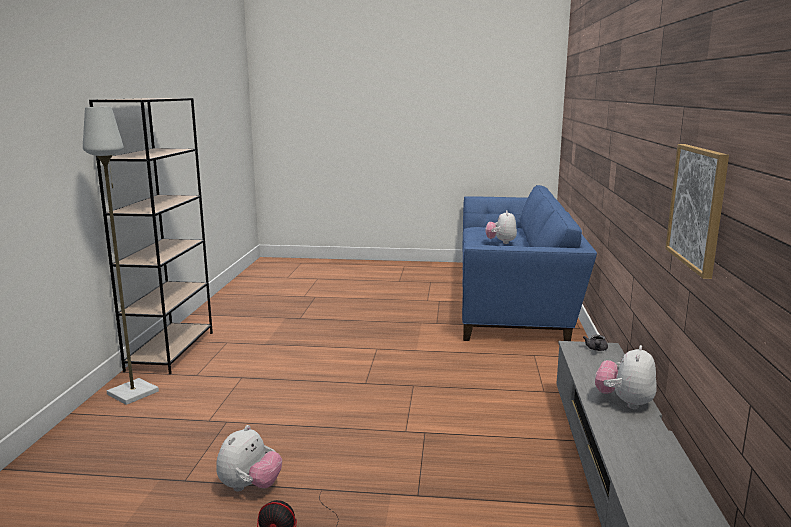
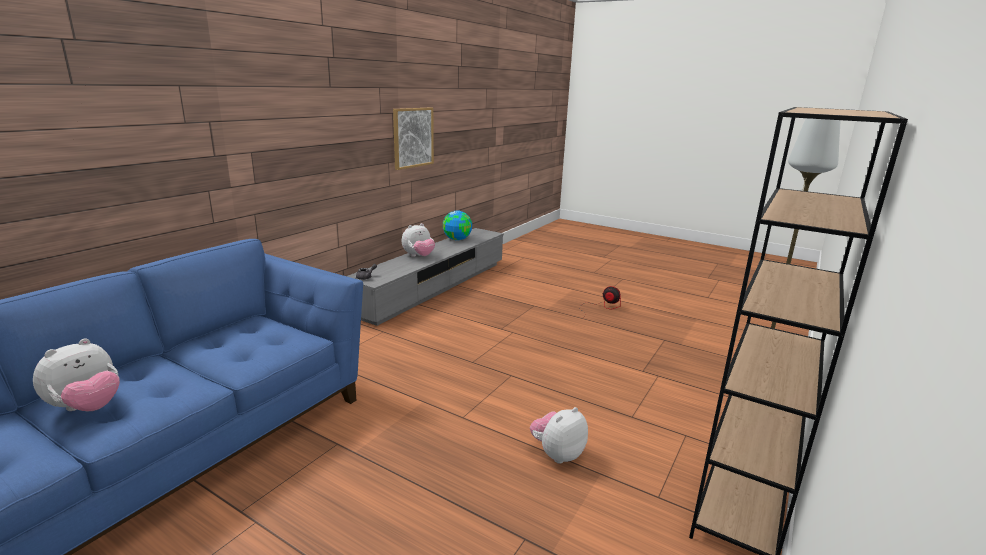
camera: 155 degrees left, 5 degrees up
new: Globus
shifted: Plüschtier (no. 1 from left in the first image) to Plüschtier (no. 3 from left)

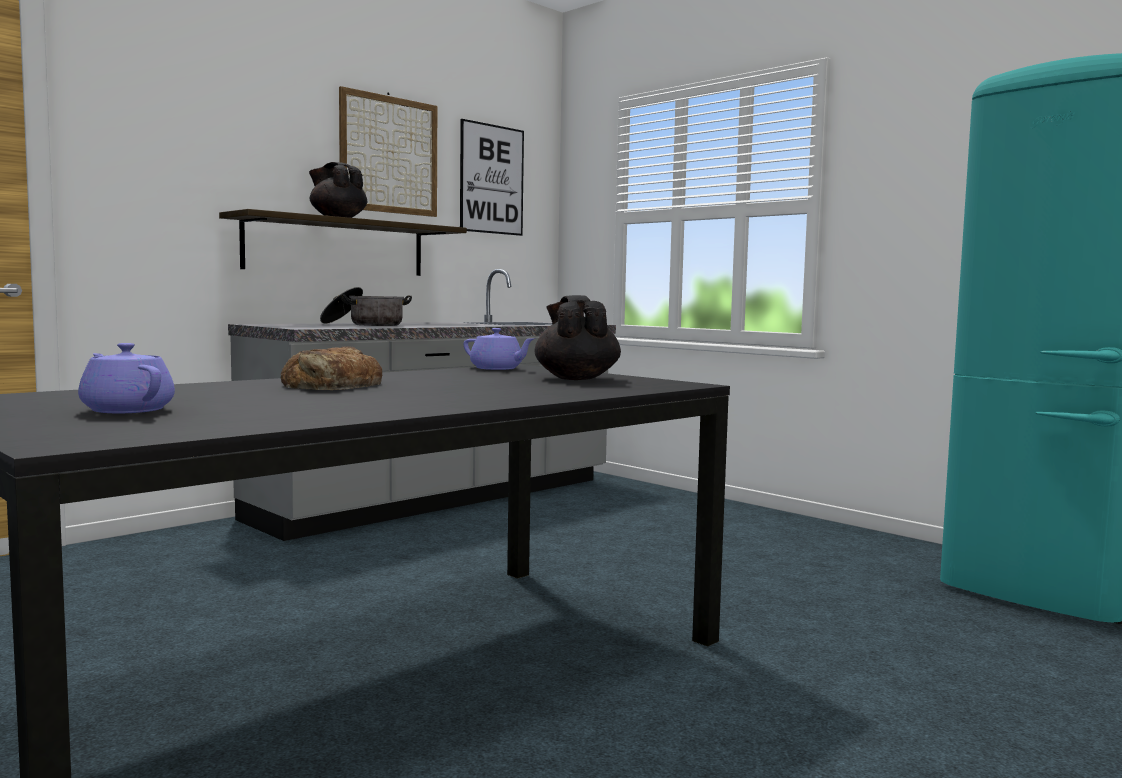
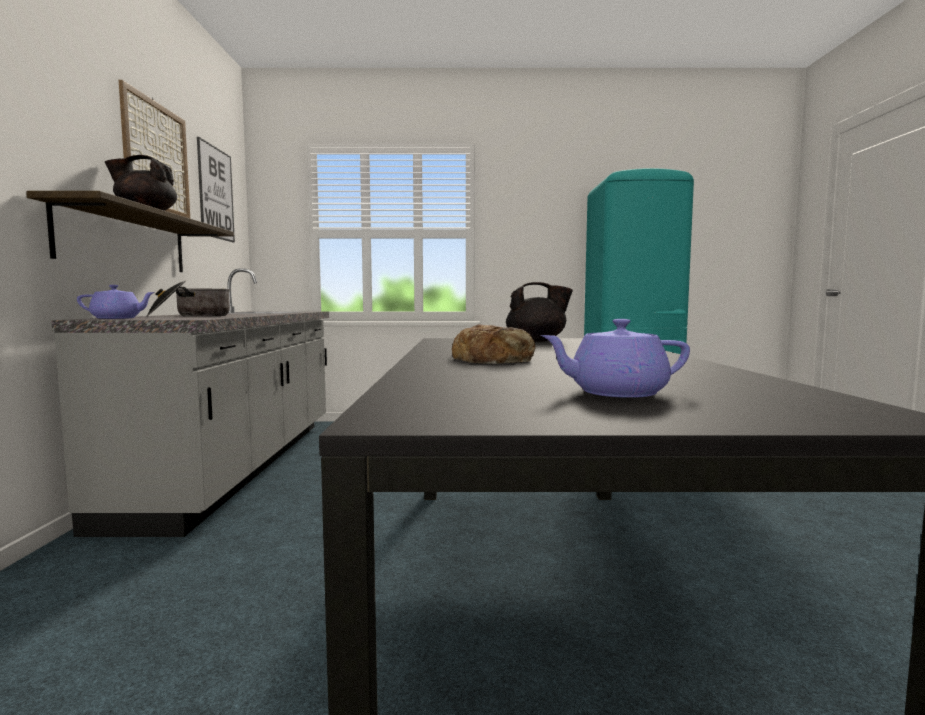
camera: 45 degrees left, 0 degrees up
shifted: Teekanne [lila] (no. 2 from left in the first image) to Teekanne [lila] (no. 1 from left)
rotated: Teekanne [schwarz] (no. 2 from left) 150 degrees clockwise

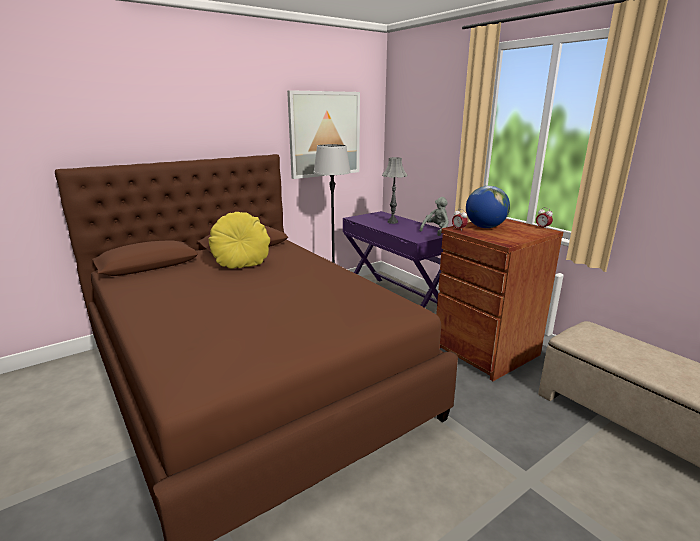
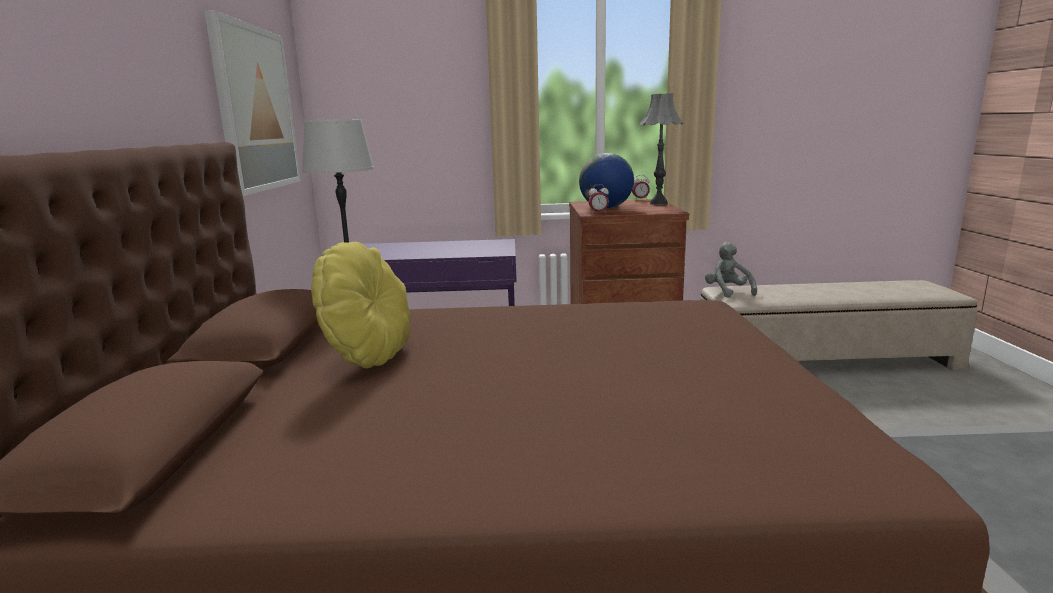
camera: 55 degrees left, 5 degrees down
shifted: Tischlampe [grau]; Plüschtier [grau]

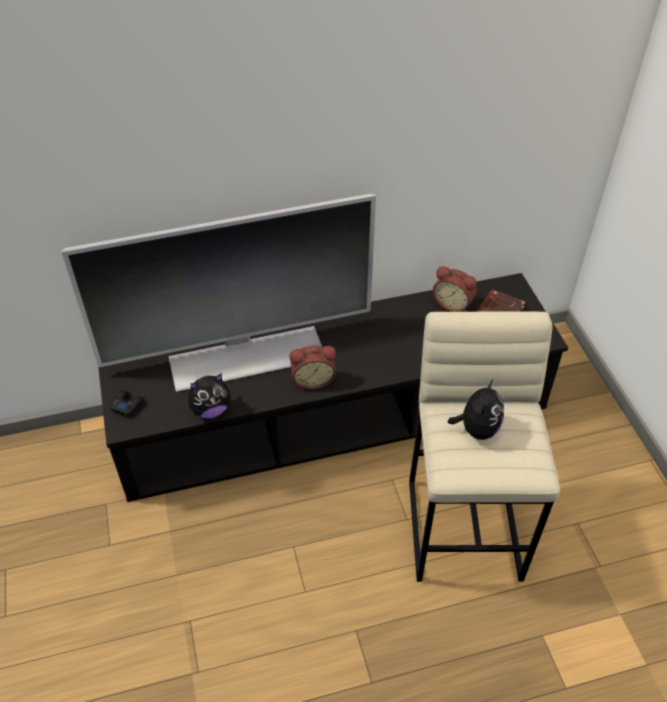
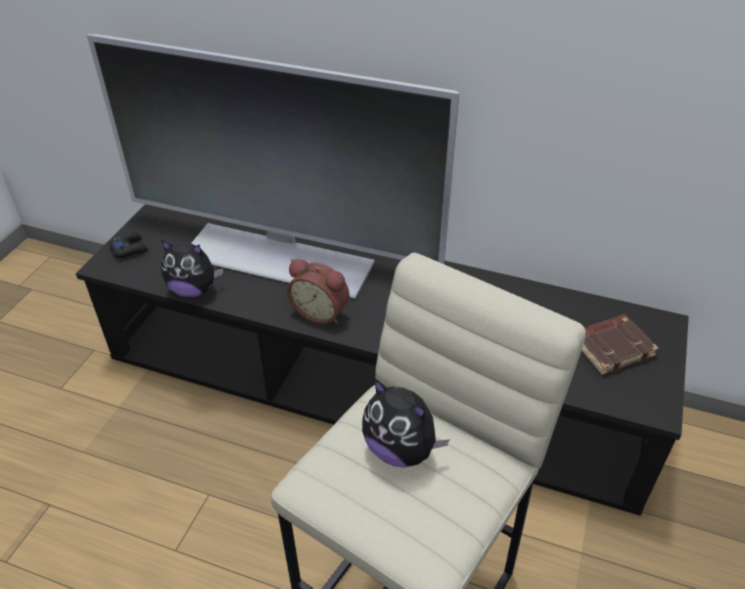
camera: 35 degrees right, 5 degrees down
gone: Wecker (no. 2 from left)
rotated: Plüschtier (no. 2 from left) 75 degrees clockwise

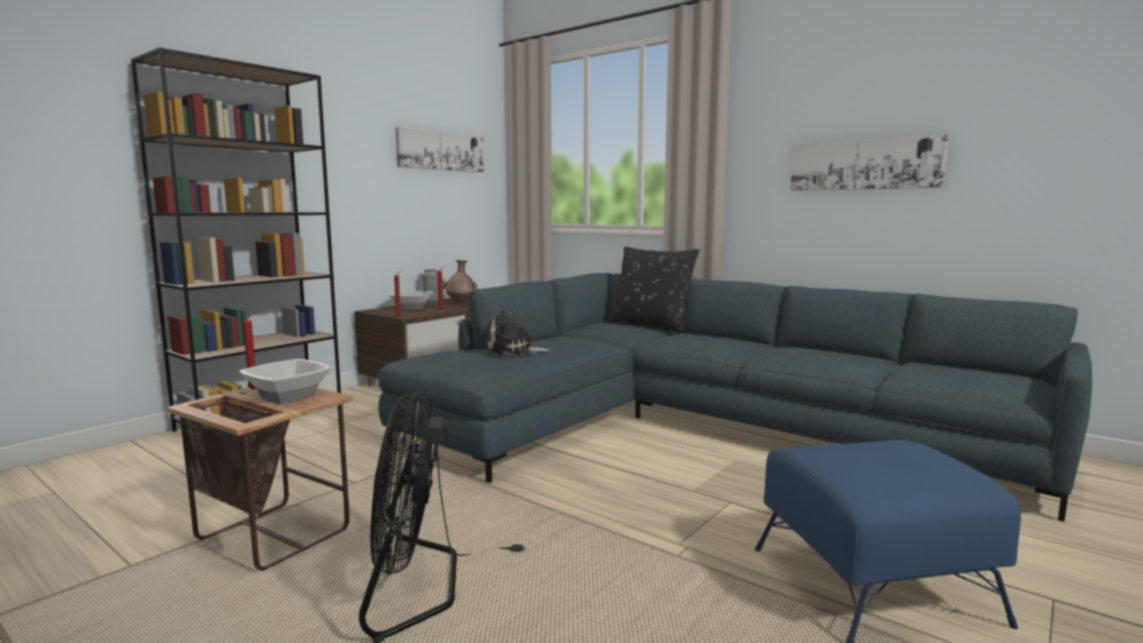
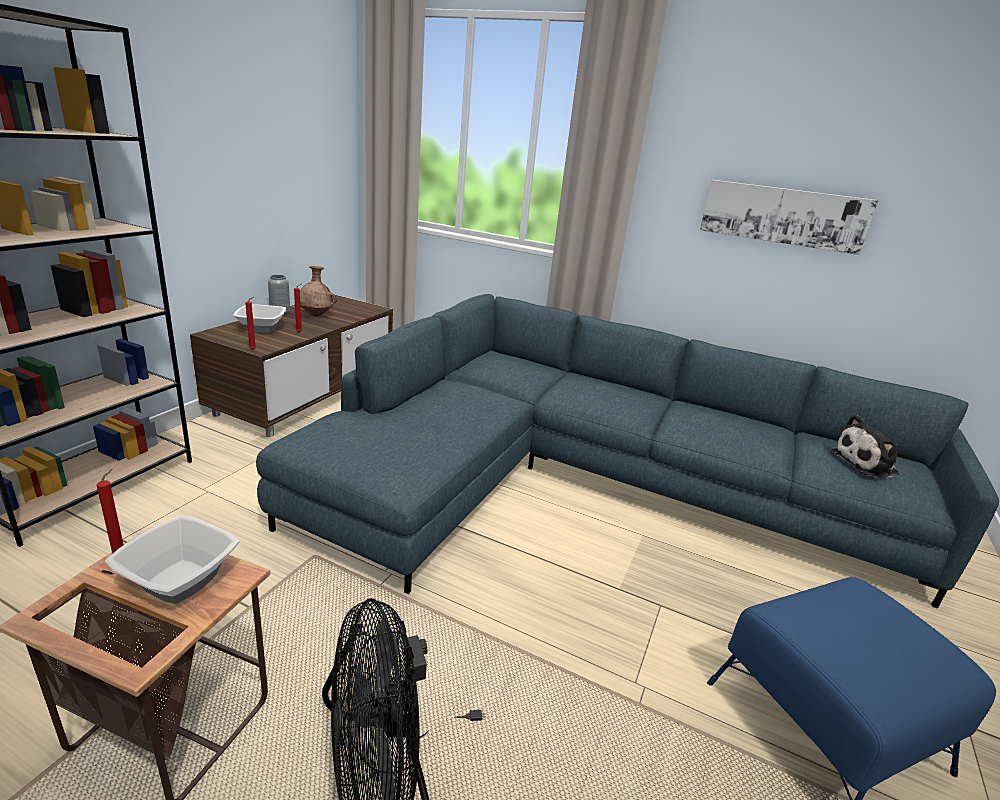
camera: 15 degrees left, 15 degrees up
gone: Bild (no. 1 from left); Kissen [schwarz]
shifted: Plüschtier

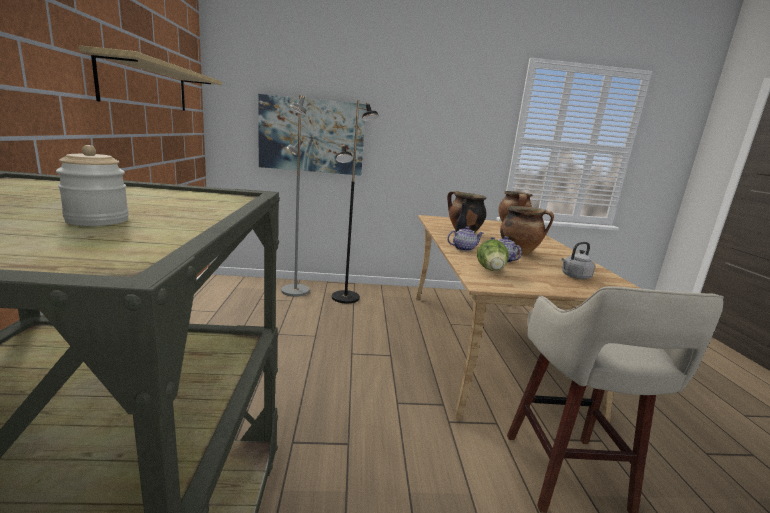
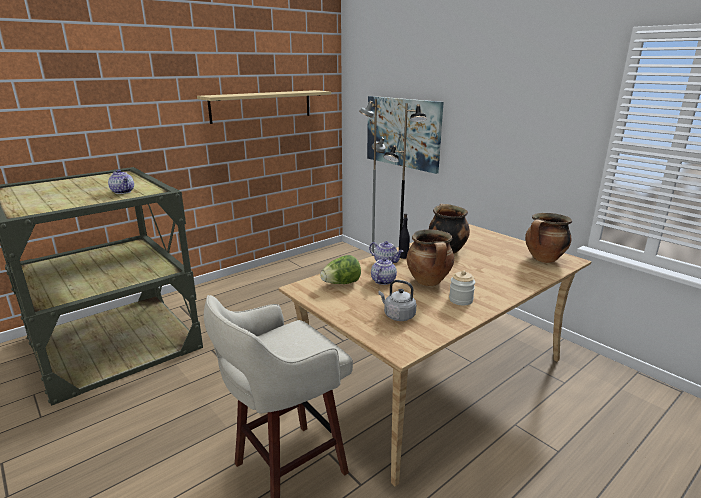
camera: 55 degrees right, 5 degrees up
new: Teekanne (no. 1 from left)
shifted: Vorratsglas

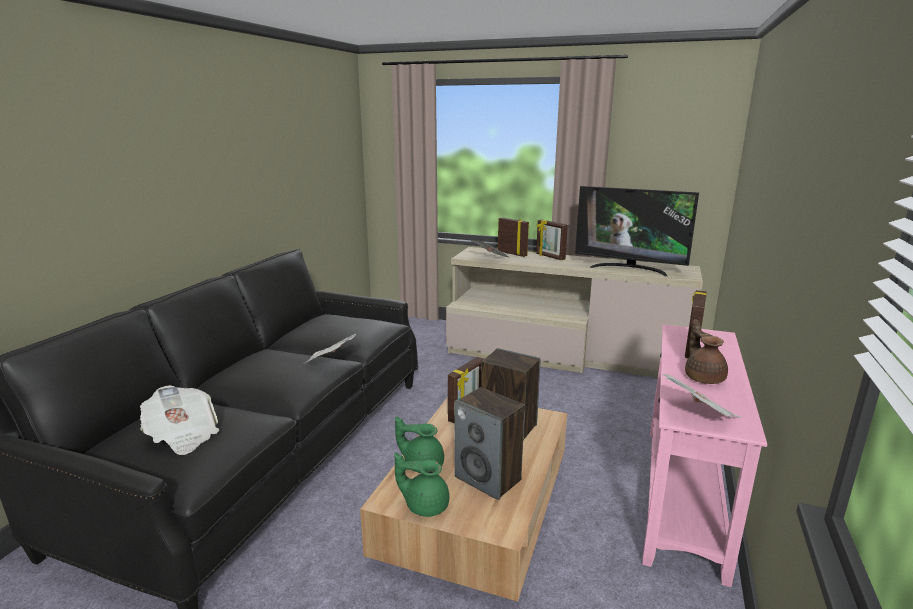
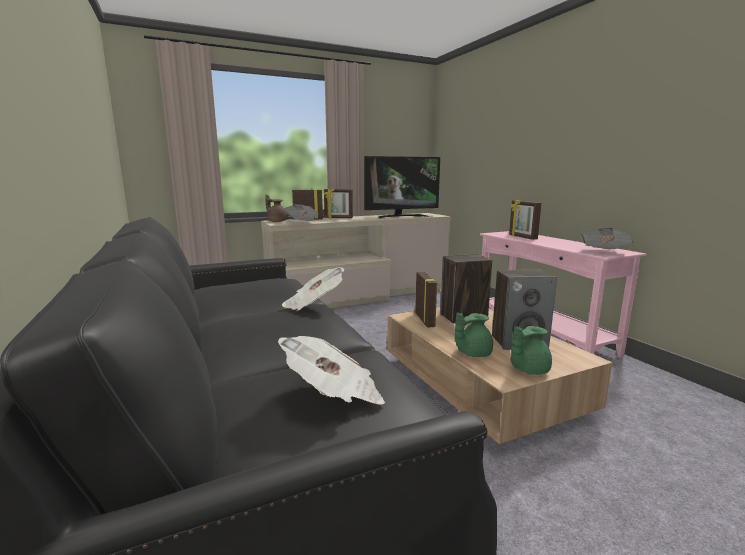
camera: 45 degrees left, 5 degrees down
shifted: Teekanne [braun]

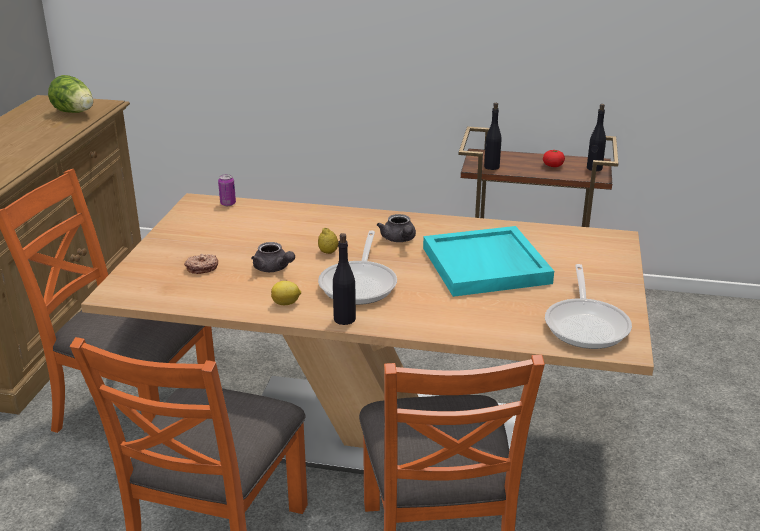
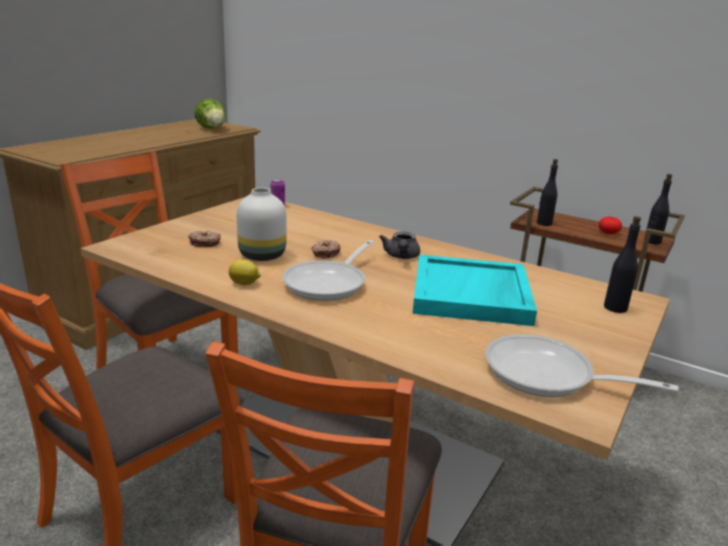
camera: 20 degrees right, 5 degrees down
shifted: Flasche [schwarz] (no. 1 from left in the first image) to Flasche [schwarz] (no. 2 from left)
swapped: Teekanne [grau] (no. 1 from left) to Vase [weiß]; Zitrone (no. 2 from left) to Donut (no. 2 from left)
rotated: Pfanne (no. 2 from left) 90 degrees clockwise

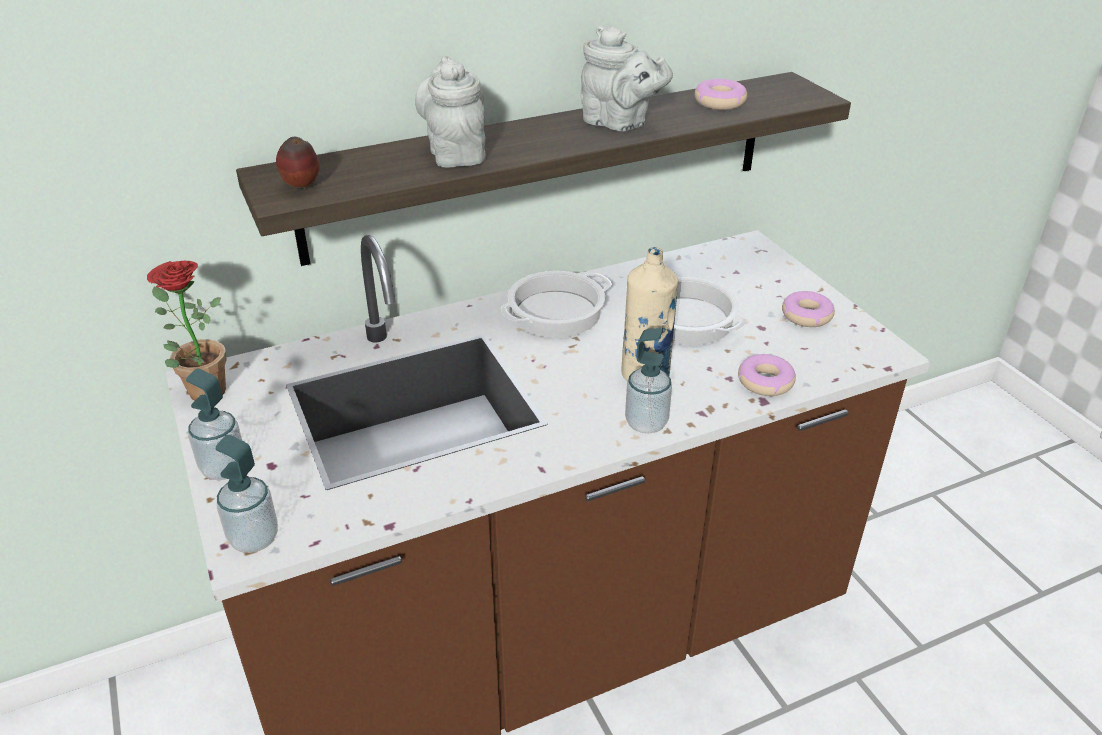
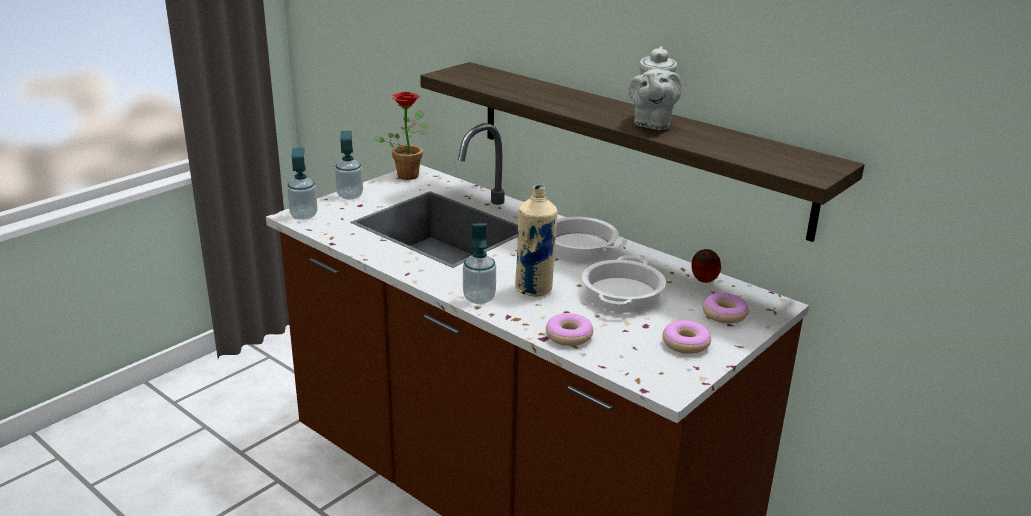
camera: 65 degrees right, 10 degrees down
gone: Teekanne [grau] (no. 1 from left)
shifted: Apfel; Donut (no. 1 from left in the first image) to Donut (no. 3 from left)

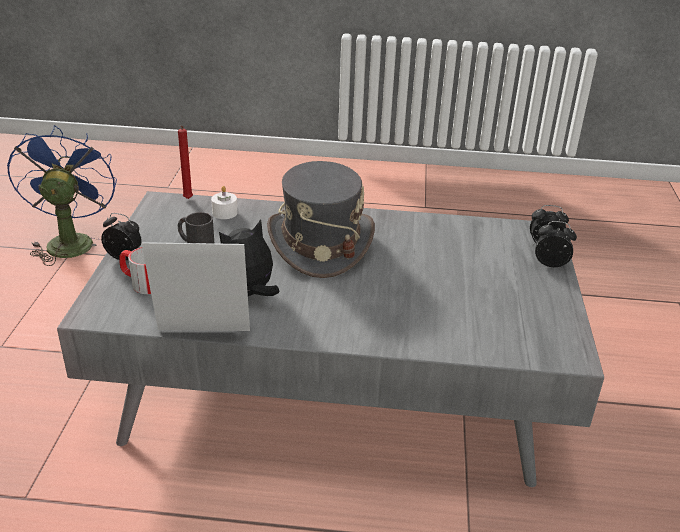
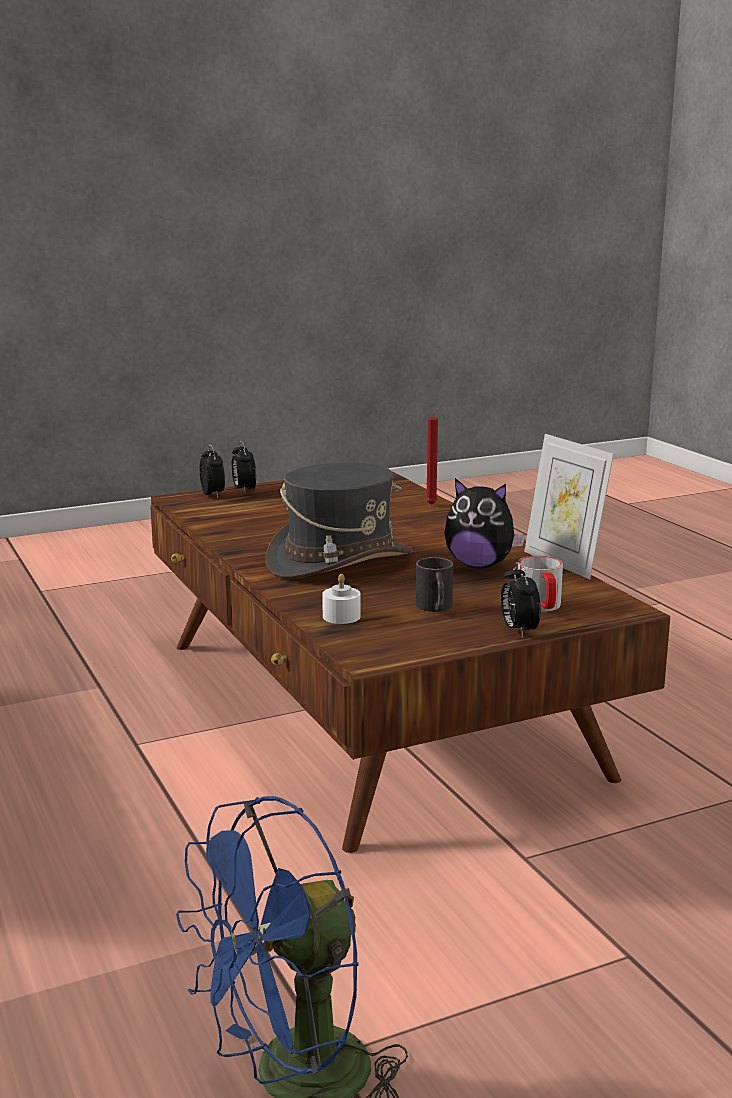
camera: 120 degrees left, 15 degrees down
shifted: Kerze [rot]
repainted: Couchtisch [grau] to Couchtisch [braun]

